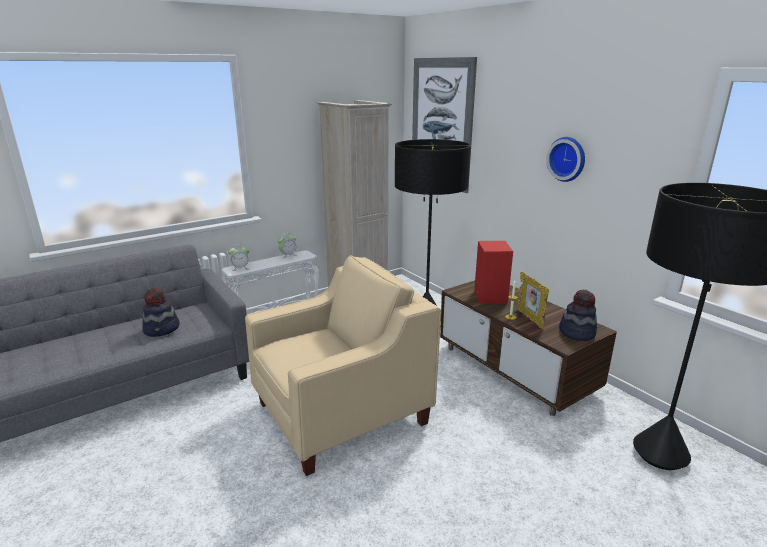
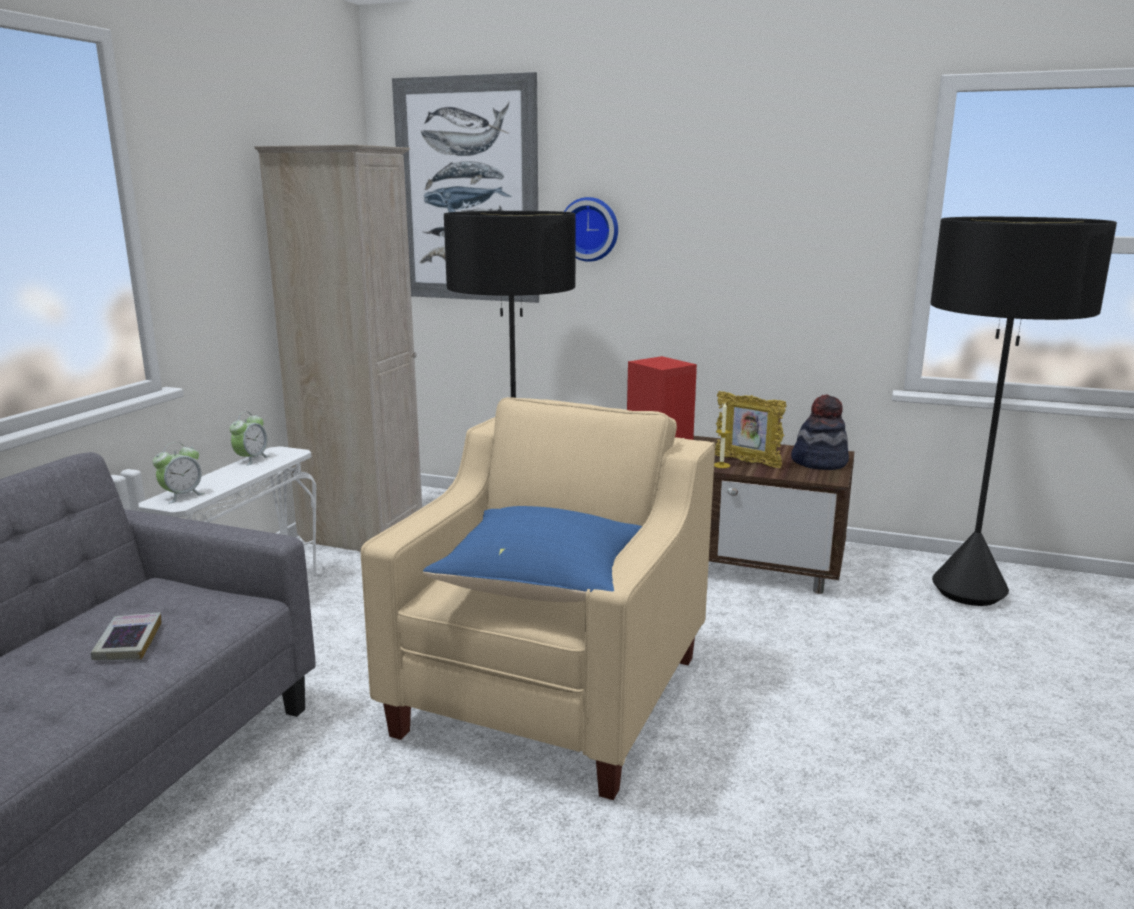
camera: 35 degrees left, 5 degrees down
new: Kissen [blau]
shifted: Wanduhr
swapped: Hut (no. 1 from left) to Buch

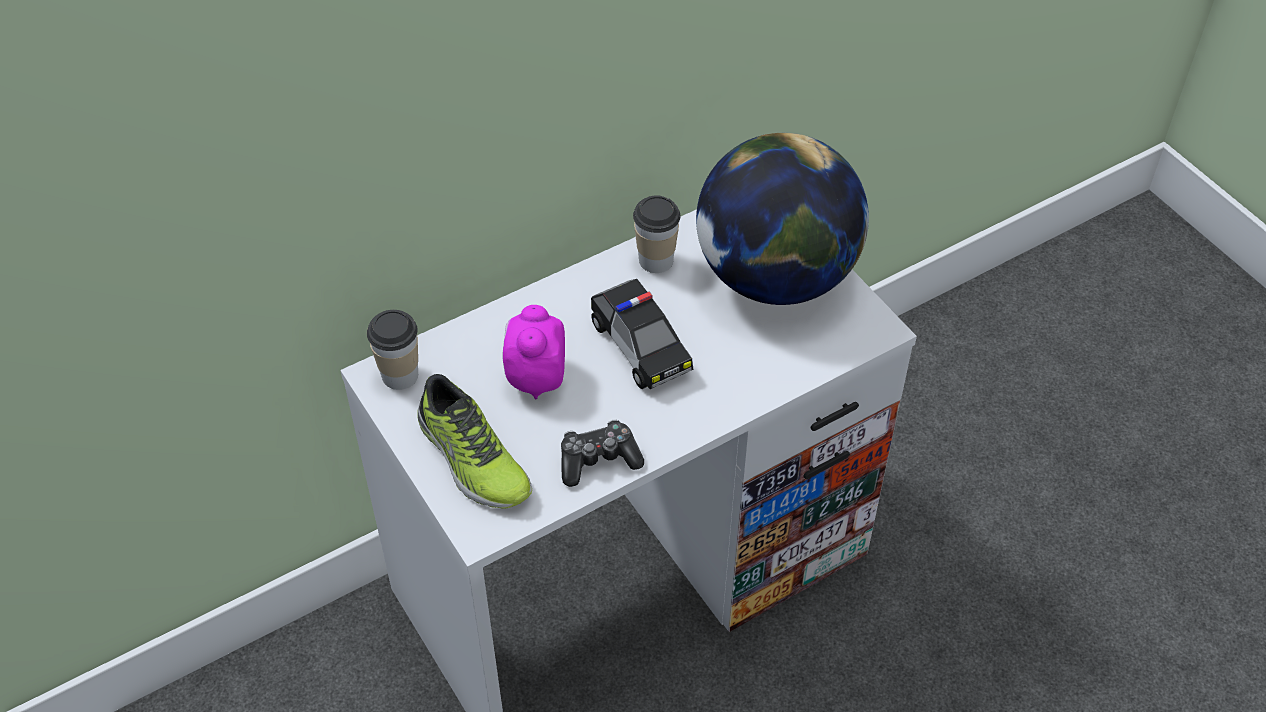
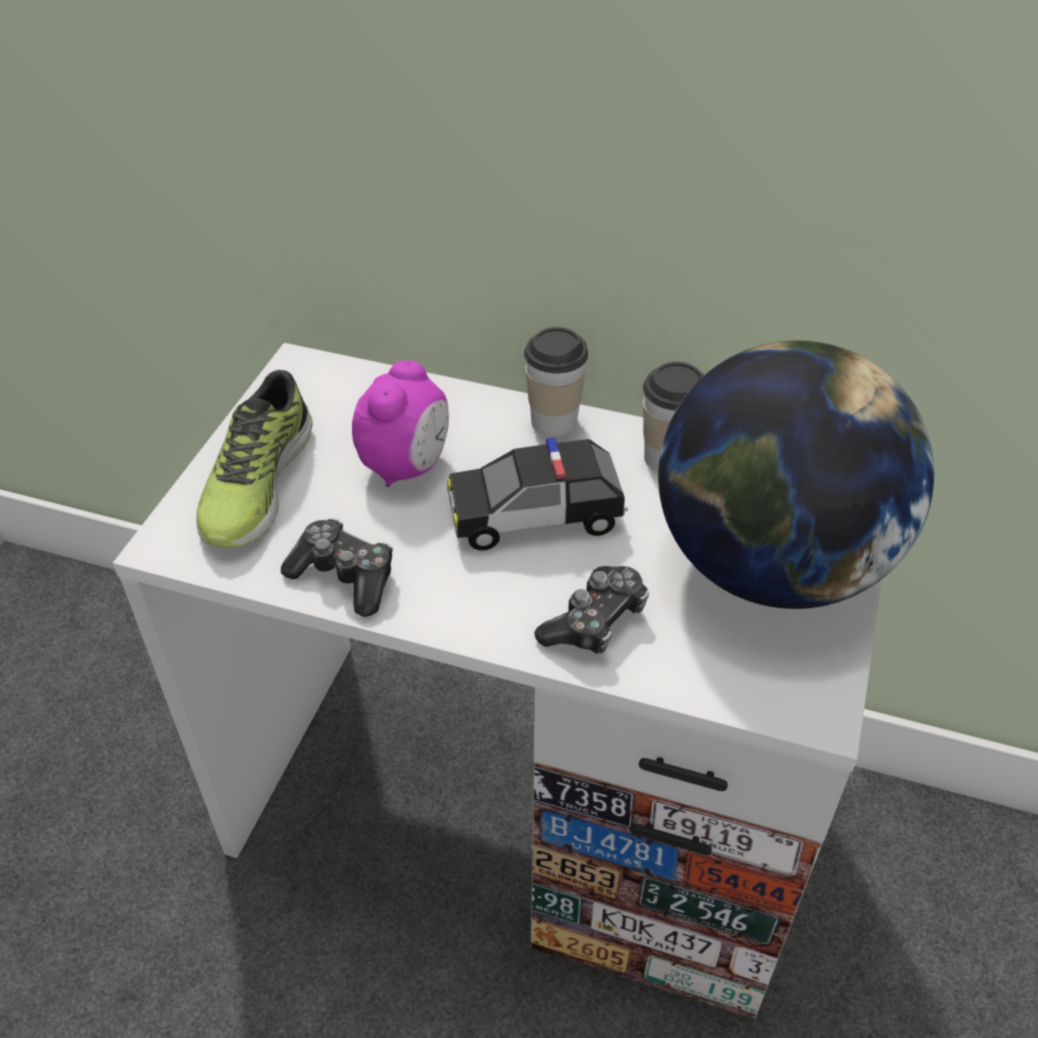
camera: 50 degrees right, 5 degrees down
new: Gamepad (no. 2 from left)
shifted: Tasse (no. 1 from left)
rotated: Wecker 150 degrees clockwise; Spielzeugauto 60 degrees clockwise

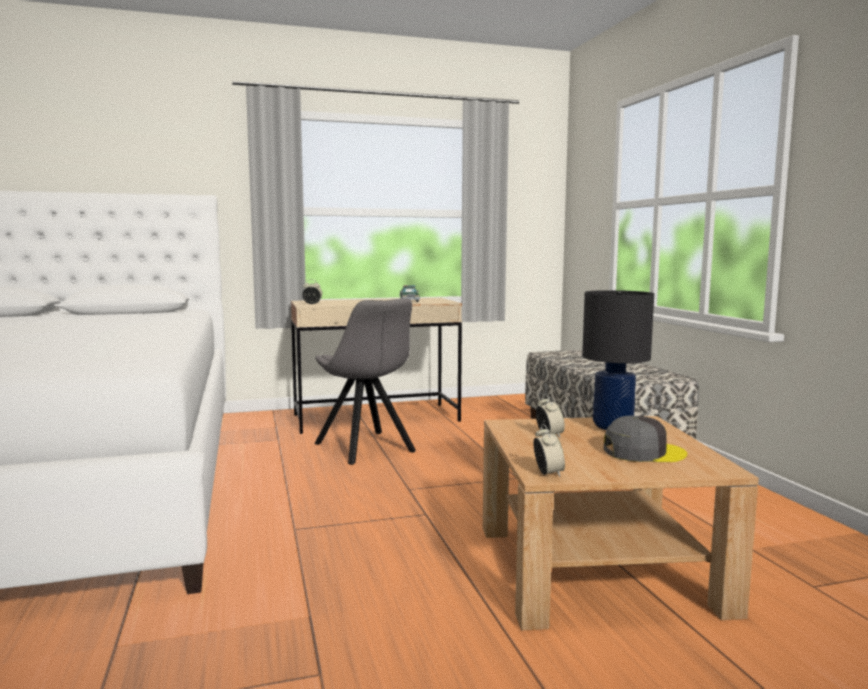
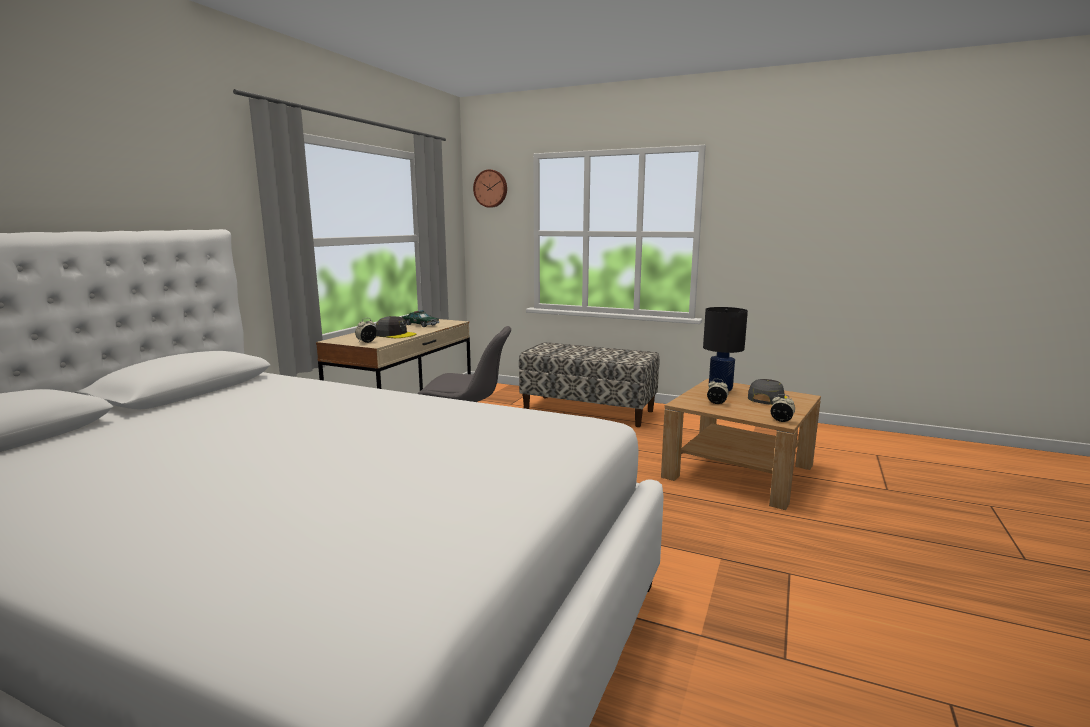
camera: 50 degrees left, 5 degrees up
new: Kappe [grau] (no. 1 from left); Wanduhr

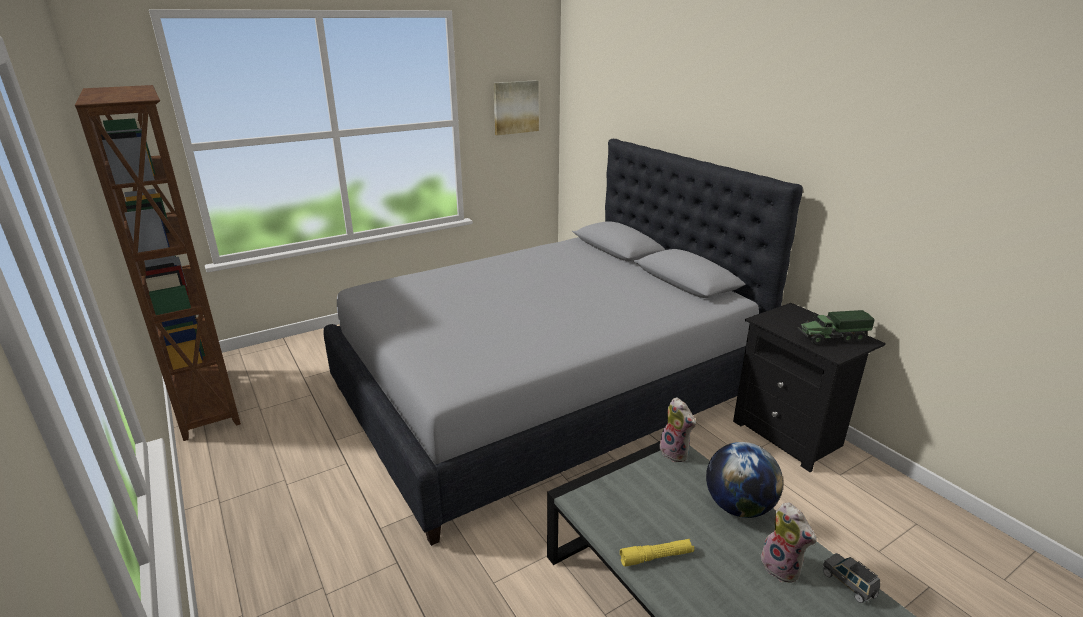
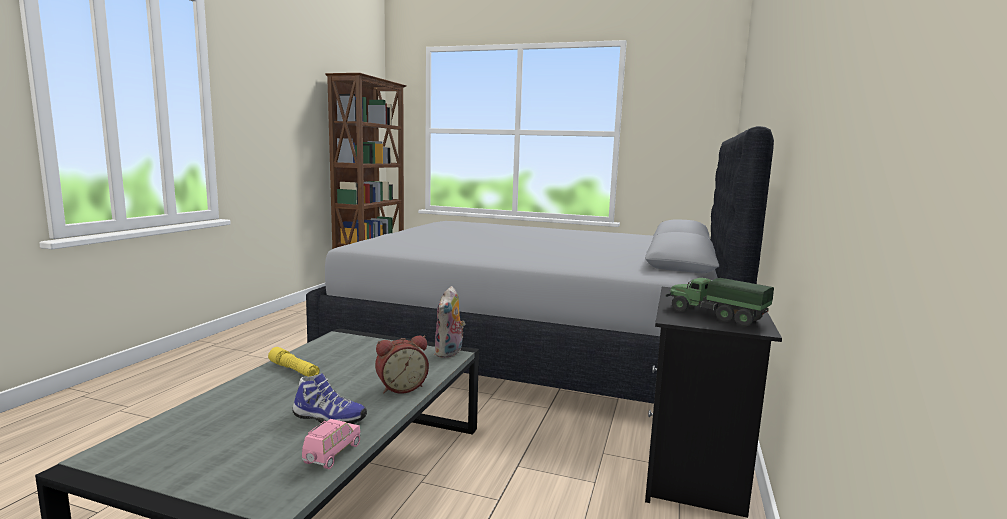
camera: 50 degrees right, 15 degrees down
gone: Bild
swapped: Globus to Wecker; Plüschtier (no. 2 from left) to Schuh
repainted: Spielzeugauto [grau] to Spielzeugauto [rosa]

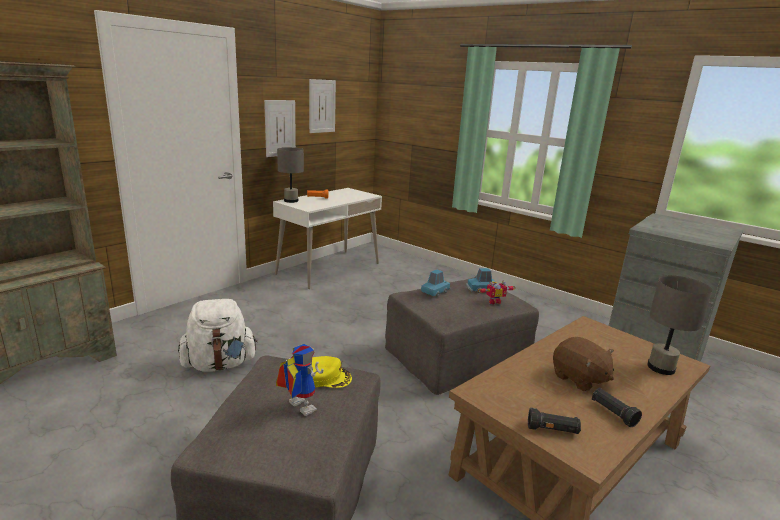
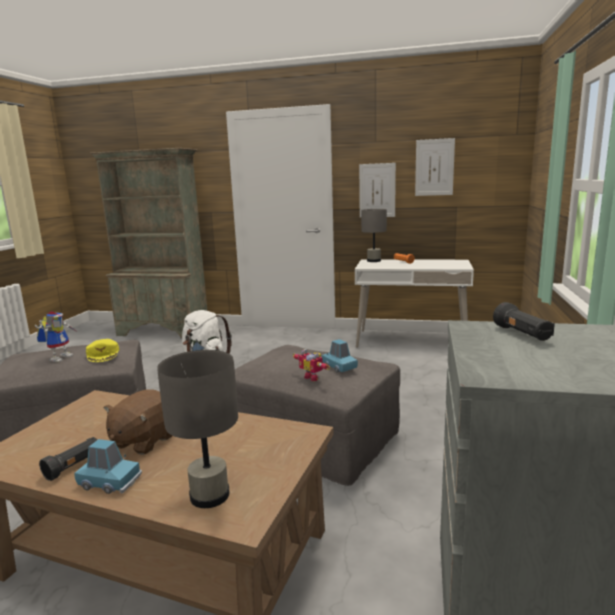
camera: 65 degrees right, 5 degrees down
shifted: Spielzeugauto [blau] (no. 1 from left); Taschenlampe [schwarz] (no. 1 from left in the first image) to Taschenlampe [schwarz] (no. 2 from left)

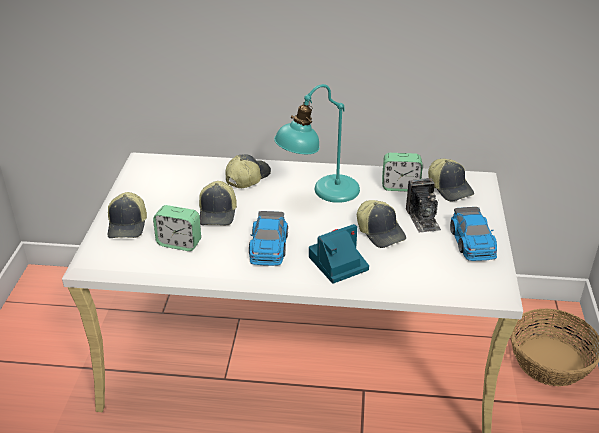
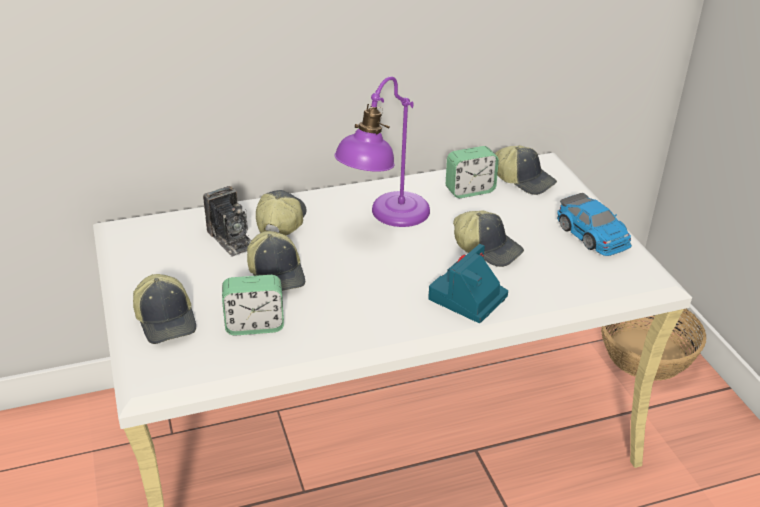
camera: 25 degrees left, 0 degrees up
gone: Spielzeugauto (no. 1 from left)
shifted: Kamera (no. 2 from left in the first image) to Kamera (no. 1 from left)
repainted: Tischlampe [türkis] to Tischlampe [lila]

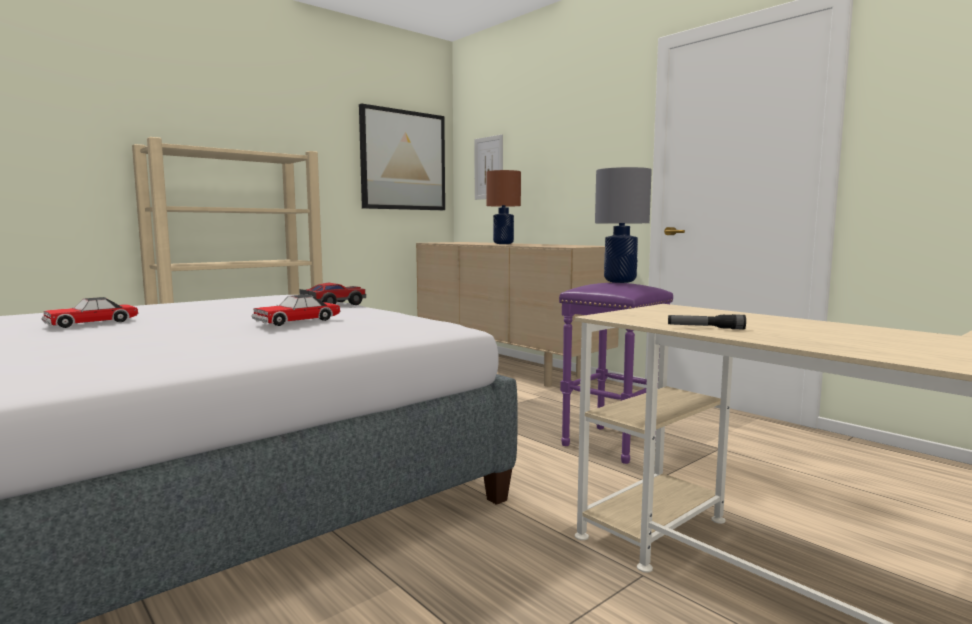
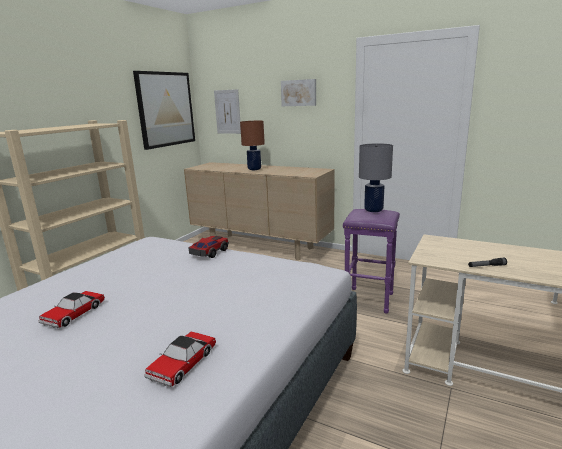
camera: 20 degrees left, 10 degrees up
new: Bild (no. 3 from left)
shifted: Spielzeugauto (no. 2 from left)

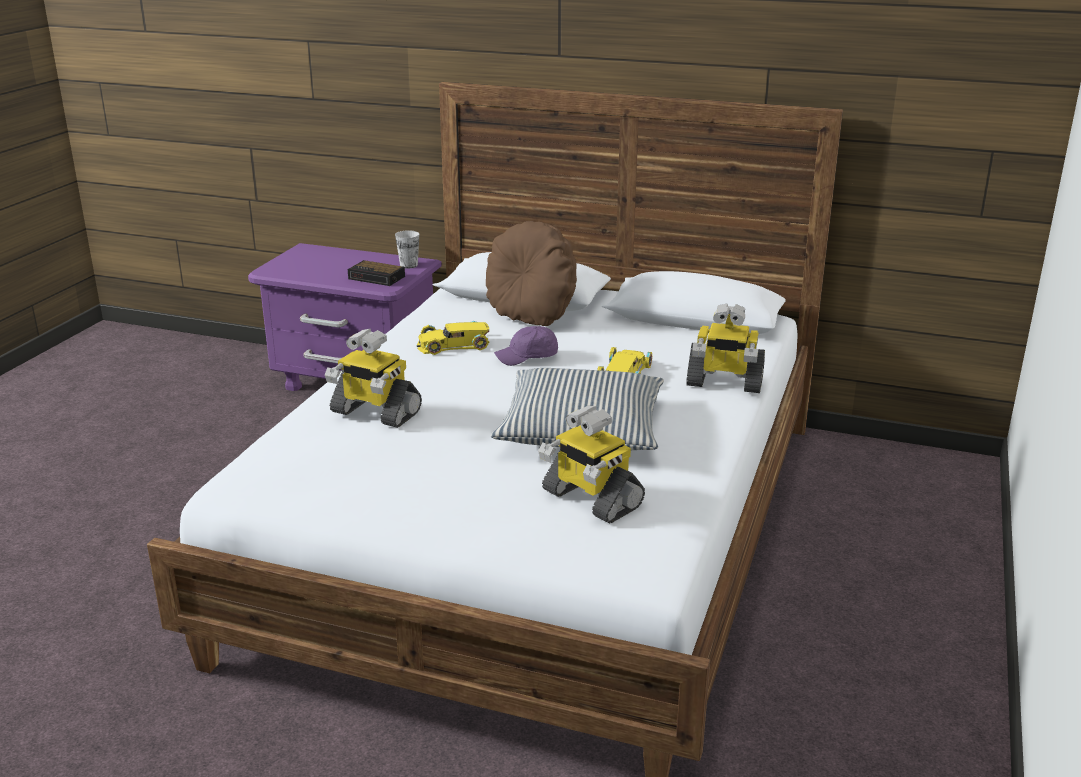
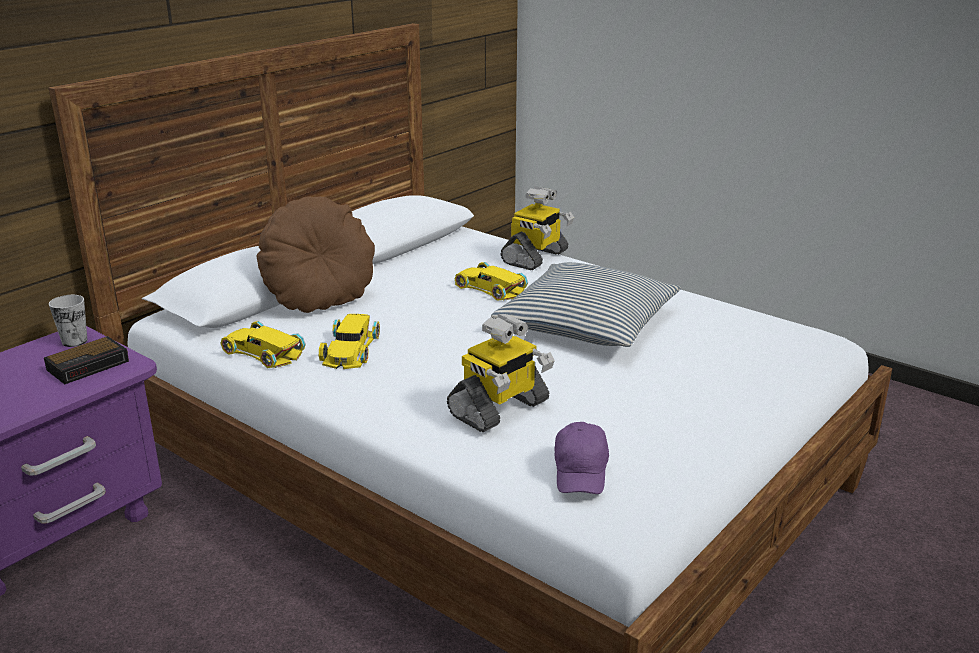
camera: 70 degrees left, 0 degrees up
gone: Spielzeugroboter (no. 2 from left)
new: Spielzeugauto [gelb] (no. 1 from left)
shifted: Kappe [lila]

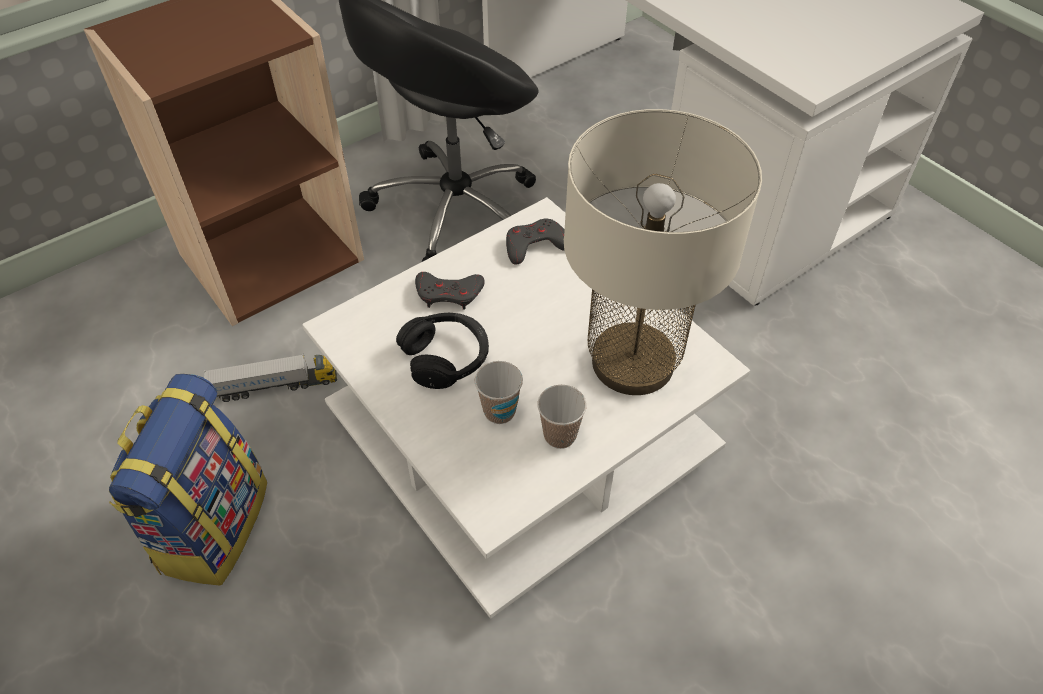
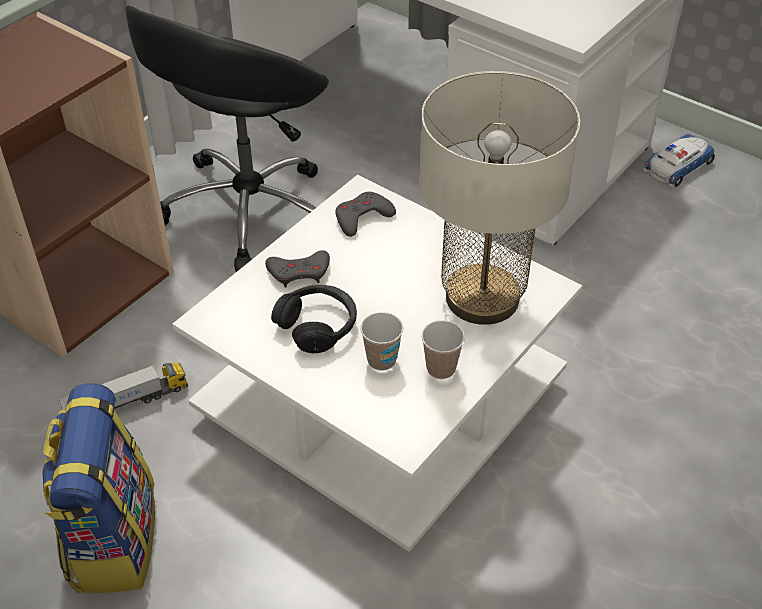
camera: 15 degrees left, 5 degrees down
new: Spielzeugauto

